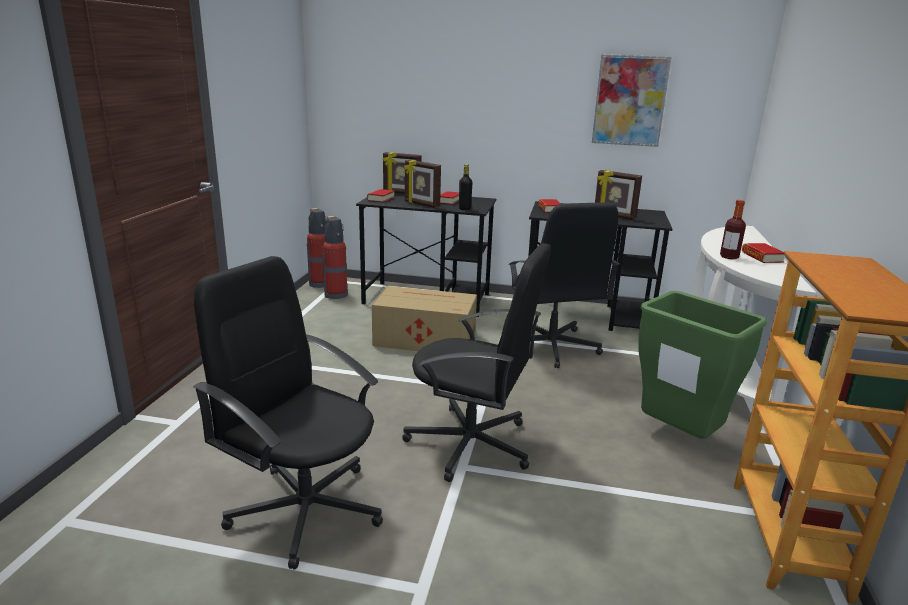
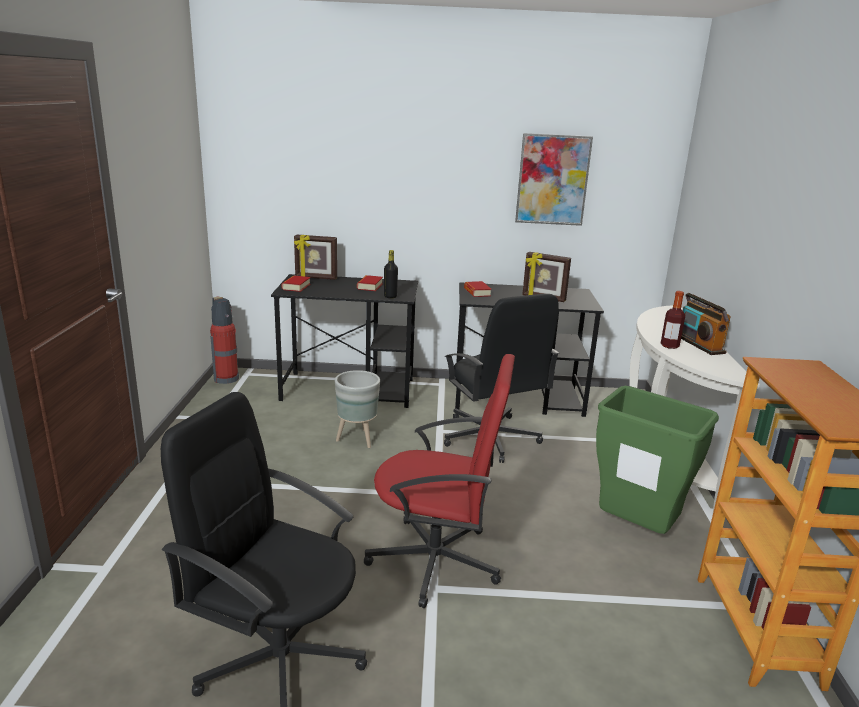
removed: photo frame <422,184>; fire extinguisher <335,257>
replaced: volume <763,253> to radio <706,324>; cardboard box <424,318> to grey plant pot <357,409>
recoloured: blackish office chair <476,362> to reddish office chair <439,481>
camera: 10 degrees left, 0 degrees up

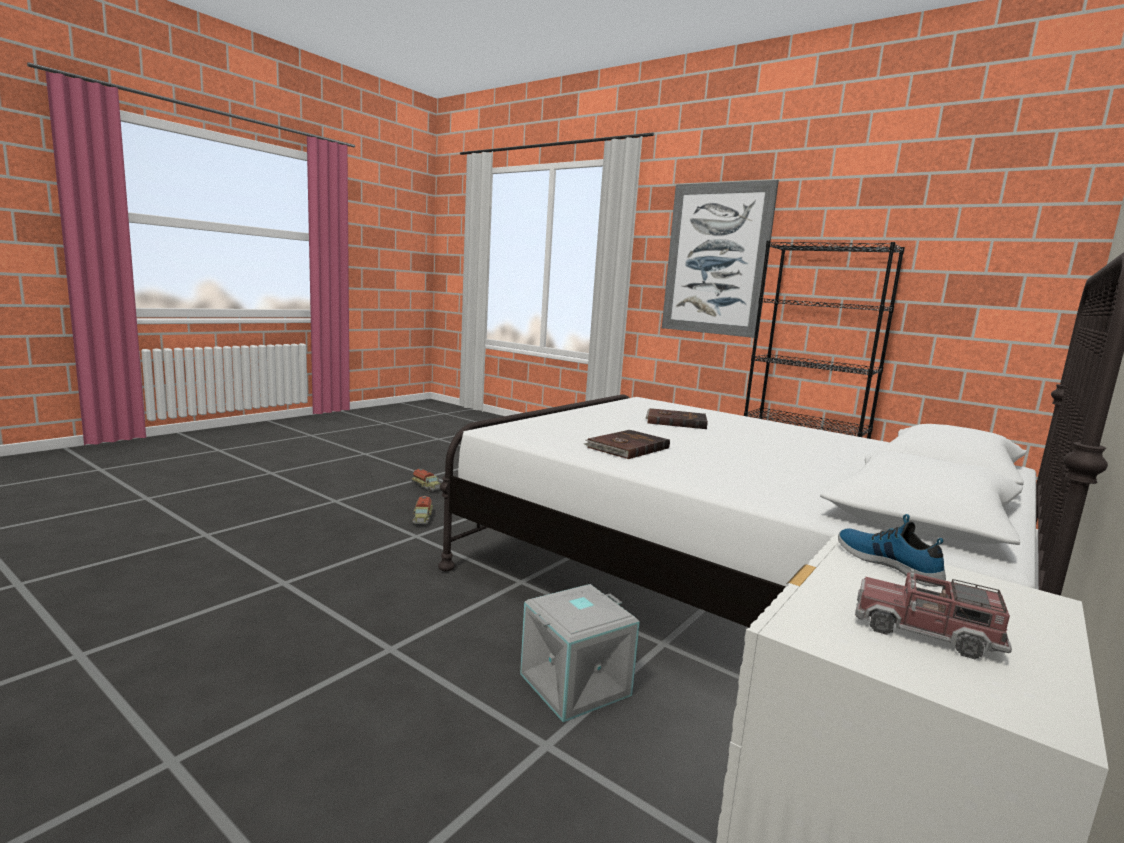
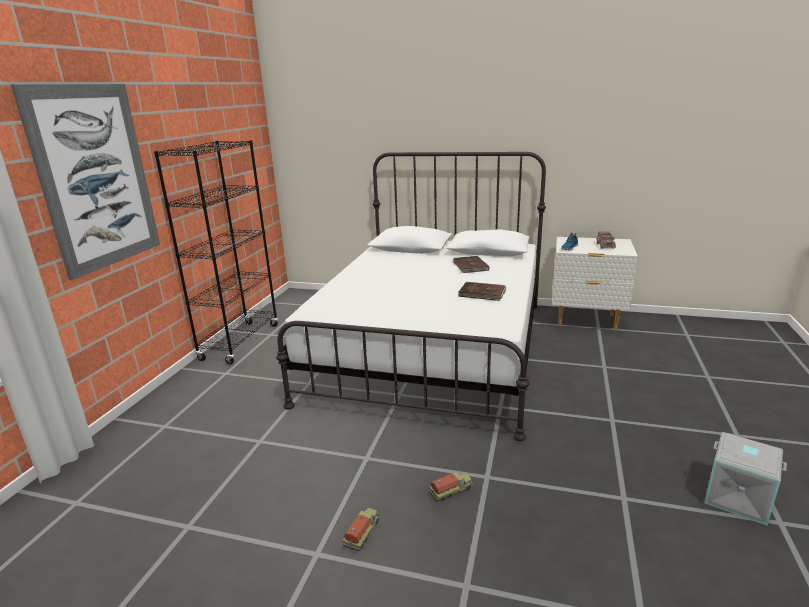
moved: brown volume <676,418> to <471,264>; grey storage bin <580,653> to <745,479>
camera: 110 degrees left, 10 degrees up

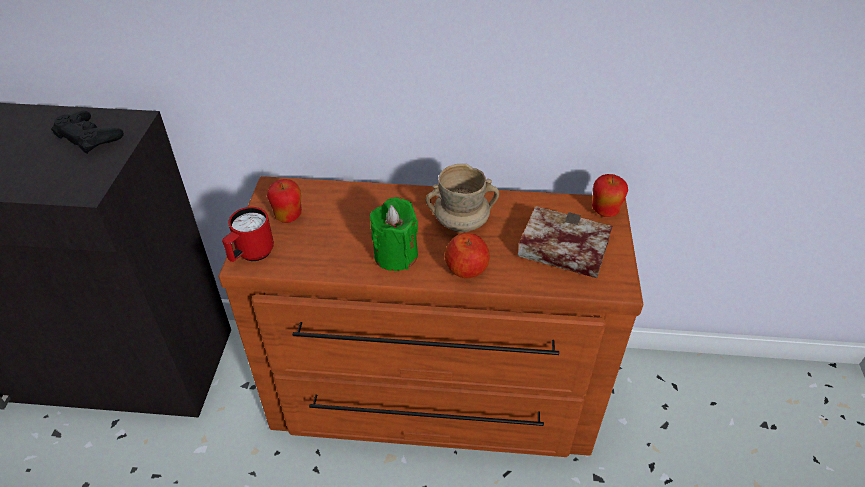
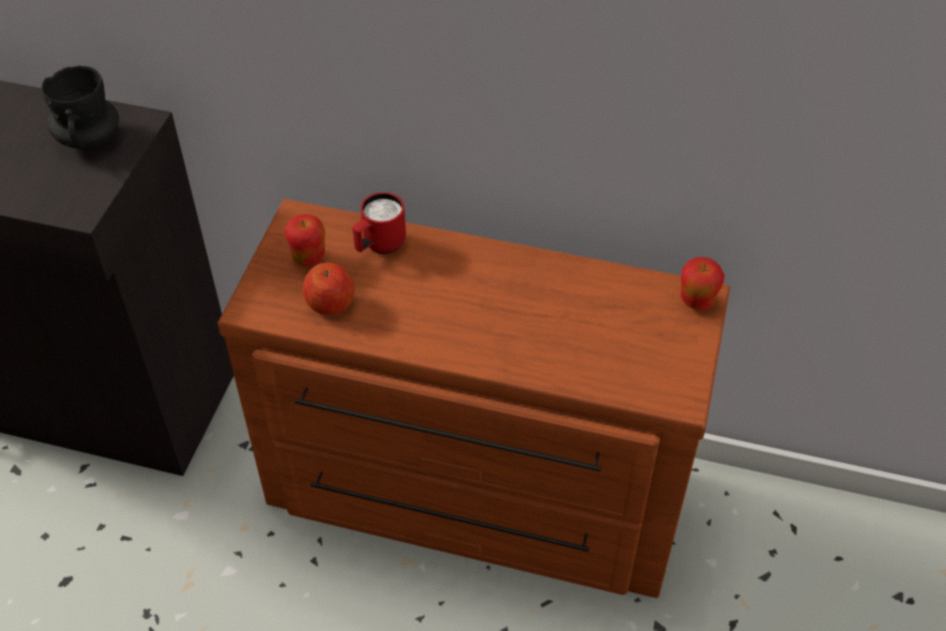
removed: beige-coloured coffee mug <462,198>; green candle <394,234>; volume <565,242>
moved: reddish coffee mug <248,234> to <379,223>; apple <467,255> to <329,289>
replaced: blackish joypad <87,132> to blackish coffee mug <80,107>
camera: 10 degrees right, 5 degrees up

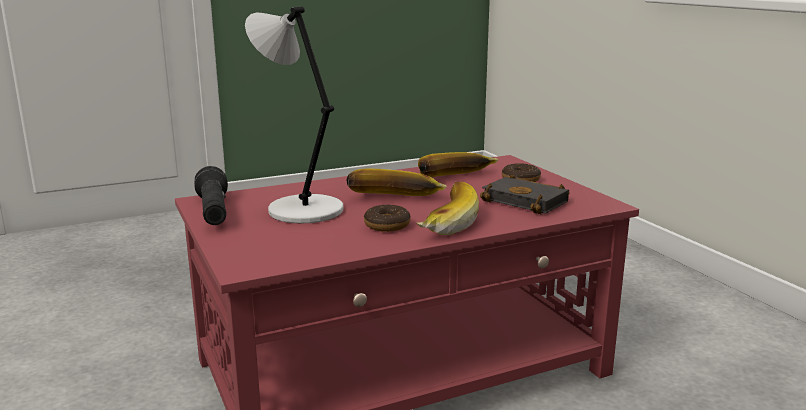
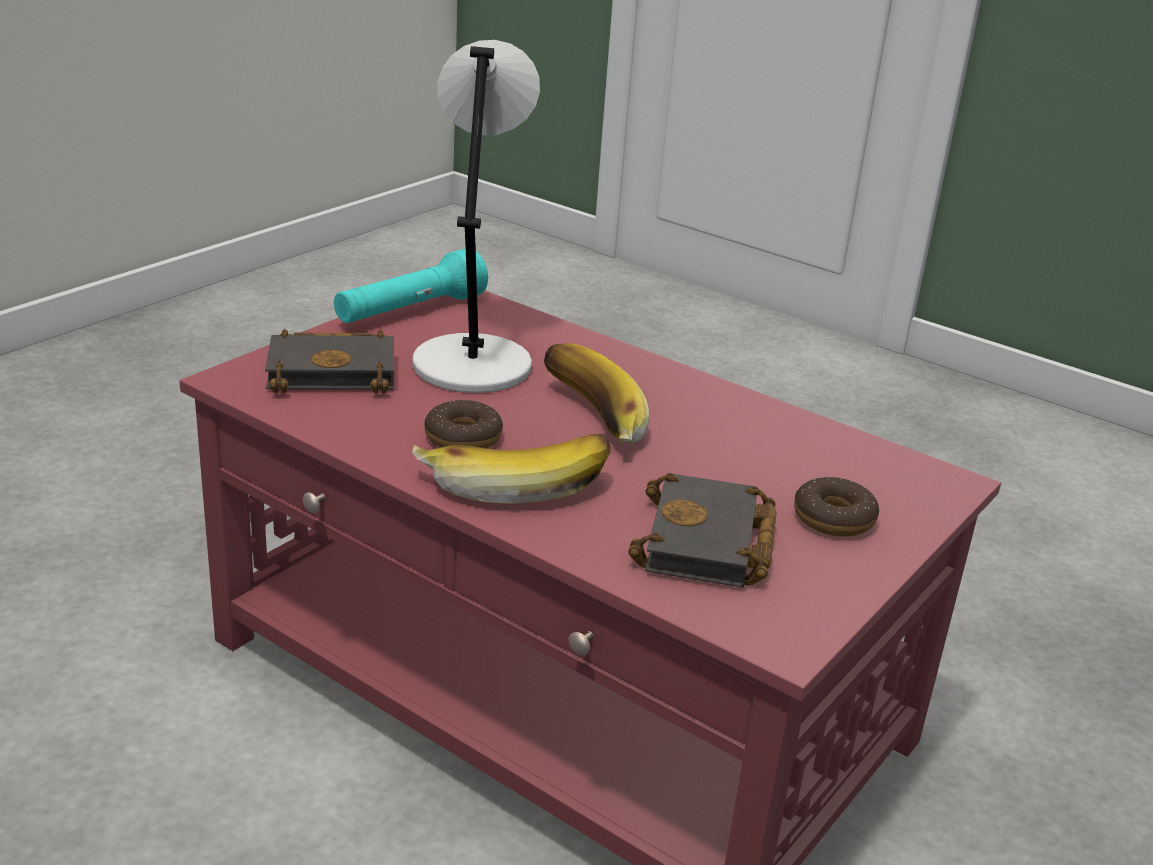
removed: whole banana <458,164>
added: blackish volume <329,361>
recoloured: blackish hand torch <211,195> to blue-green hand torch <411,285>
camera: 60 degrees right, 10 degrees up

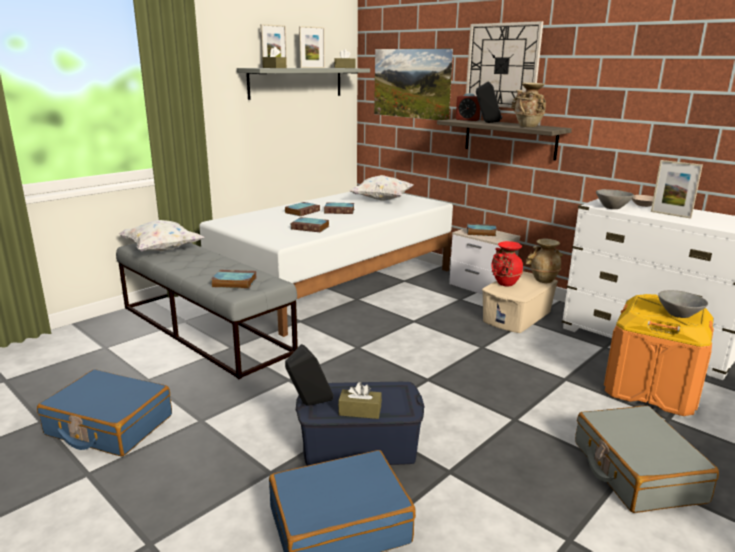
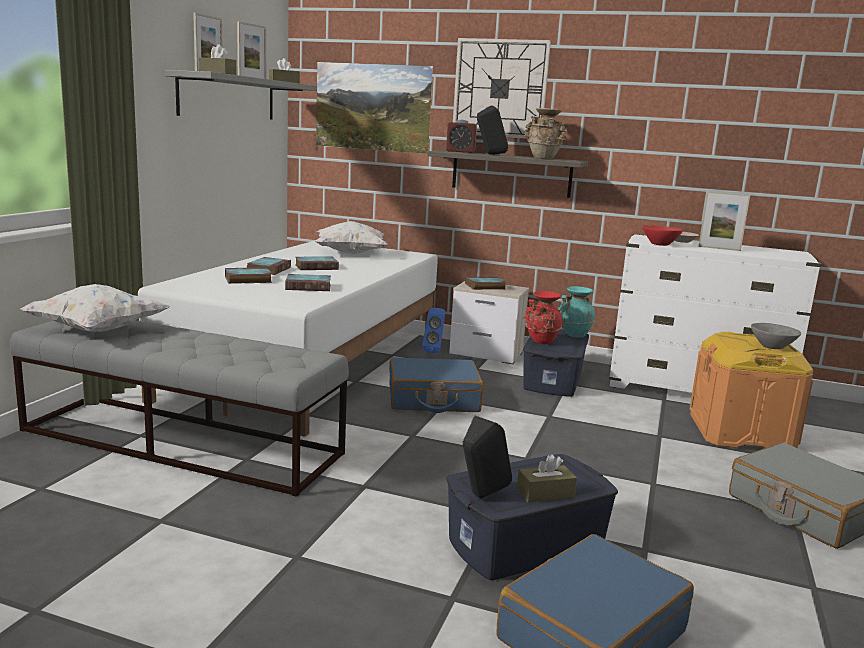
added: bluish audio speaker <433,331>
moved: volume <233,279> to <248,275>; bluish suitcase <104,413> to <436,385>
recoloured: grey deep dish <615,199> to reddish deep dish <662,235>; beige-coloured decorative vase <544,261> to blue-green decorative vase <576,312>; beige-coloured storage bin <520,302> to bluish storage bin <556,363>
camera: 25 degrees left, 5 degrees down

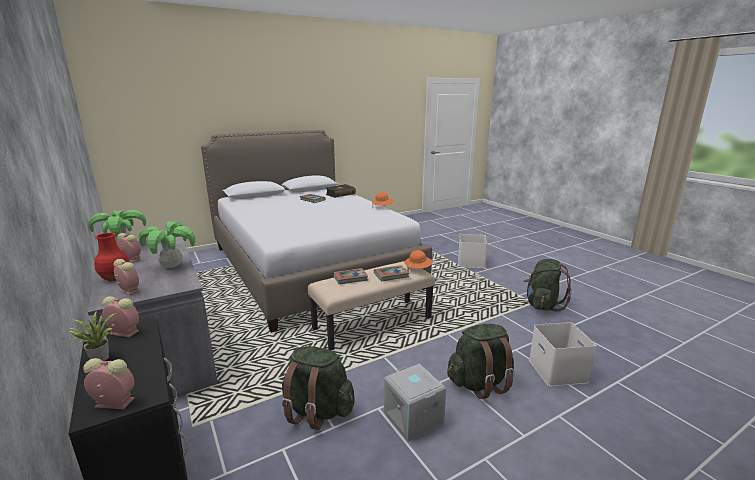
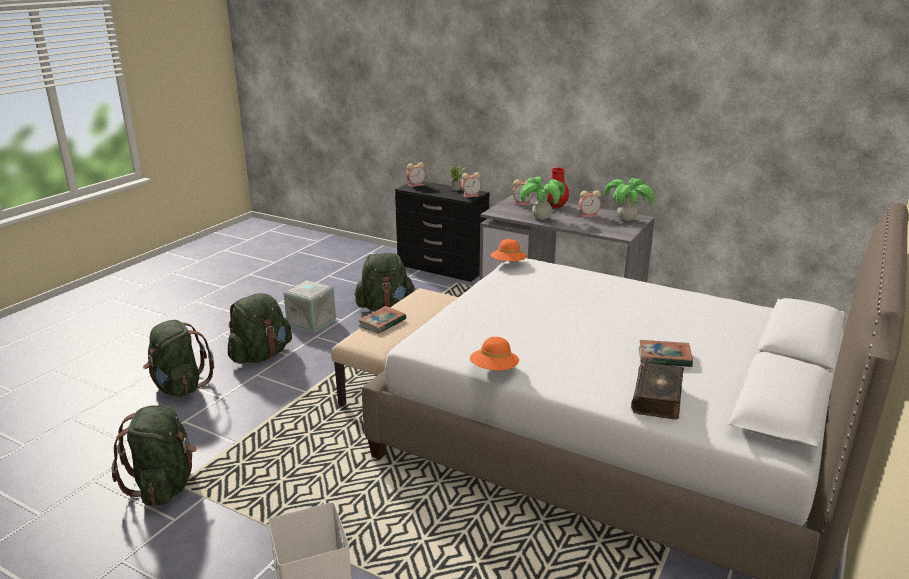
removed: volume <350,276>
moved: orange-coloured clothing hat <418,261> to <509,250>
replaced: white-coloured storage bin <562,354> to green backpack <178,358>
camera: 150 degrees right, 5 degrees up

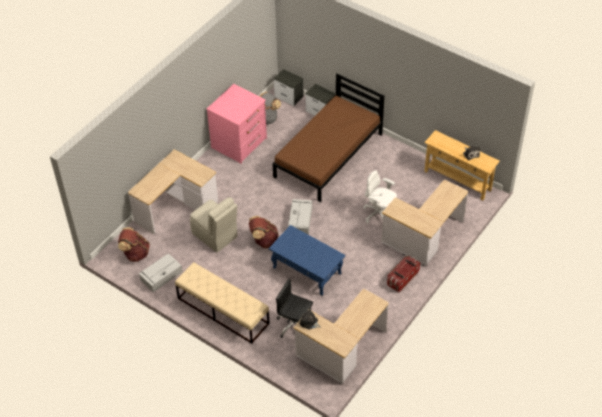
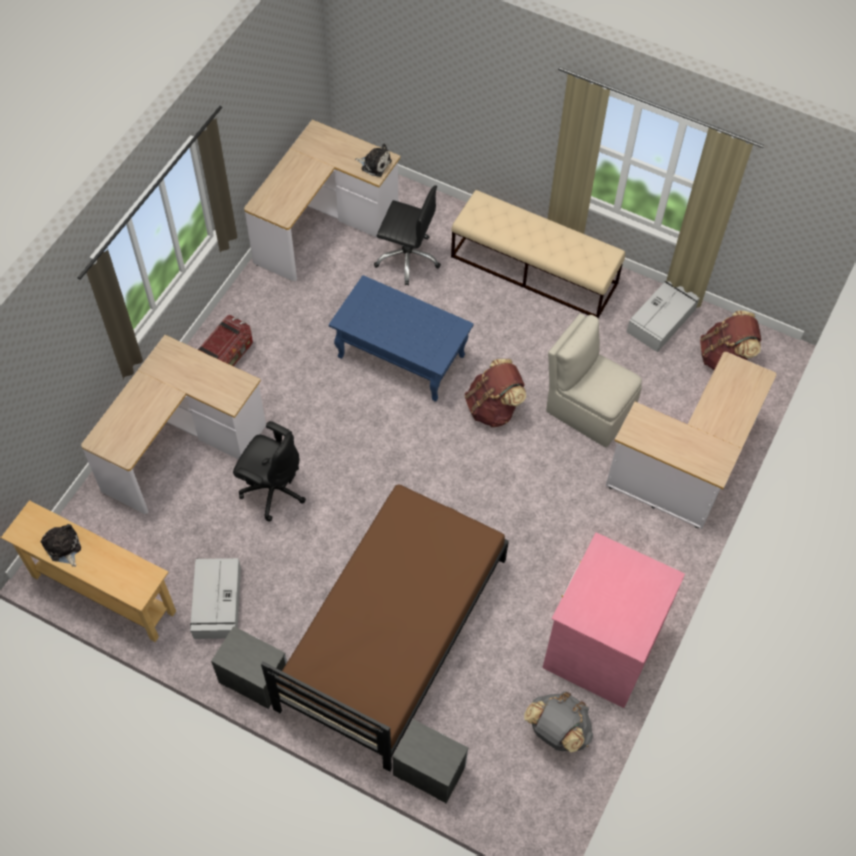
moved: bedside table <288,87> to <249,667>; grey storage bin <300,217> to <215,598>
recoloured: white-coloured office chair <380,196> to blackish office chair <269,471>
camera: 170 degrees right, 10 degrees up

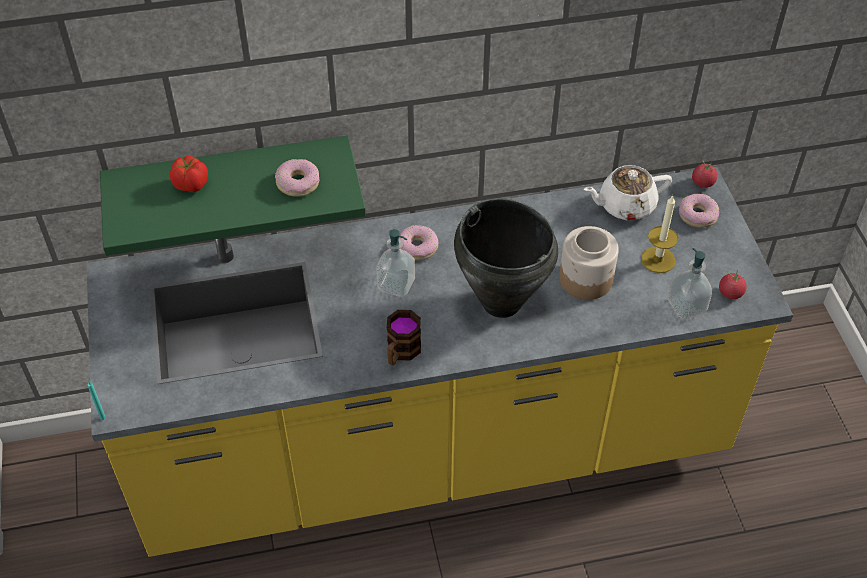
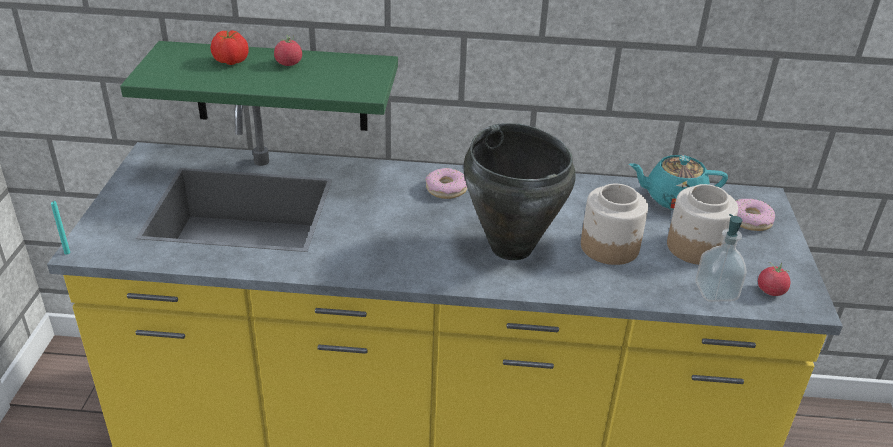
removed: ring doughnut <297,178>; liquid soap bottle <395,263>; coffee mug <404,337>
moved: whole tomato <704,174> to <288,50>
replaced: candle <659,234> to jar <702,224>
recoloured: white-coloured pot for tea <628,192> to blue-green pot for tea <678,182>
camera: 15 degrees right, 15 degrees down

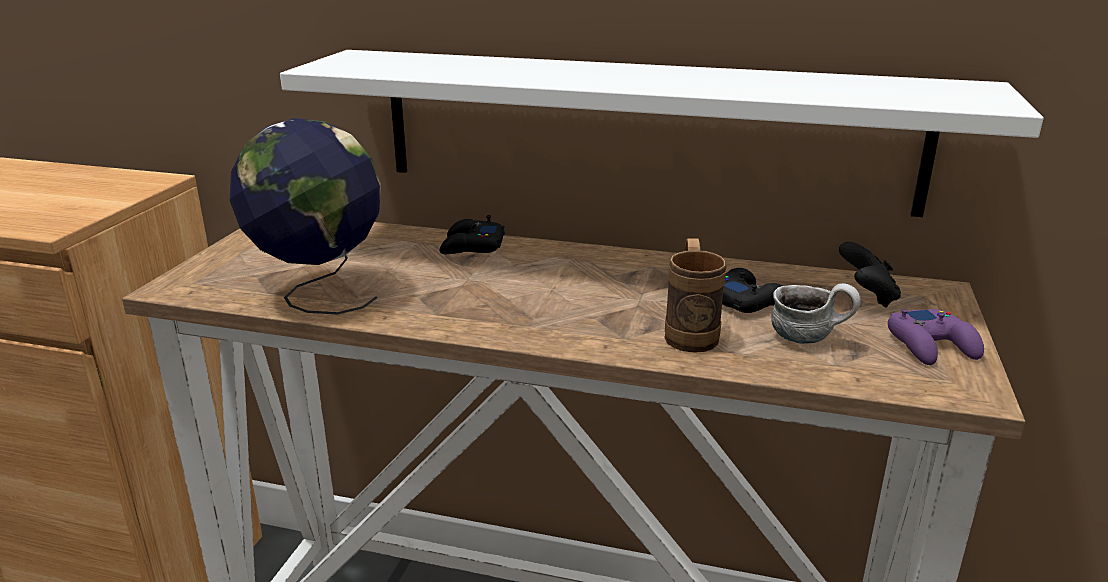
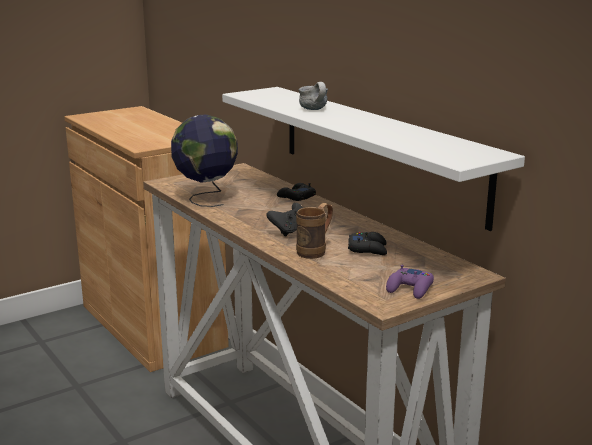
moved: blackish joypad <870,275> to <284,220>; coffee mug <816,313> to <313,96>
camera: 40 degrees right, 5 degrees down

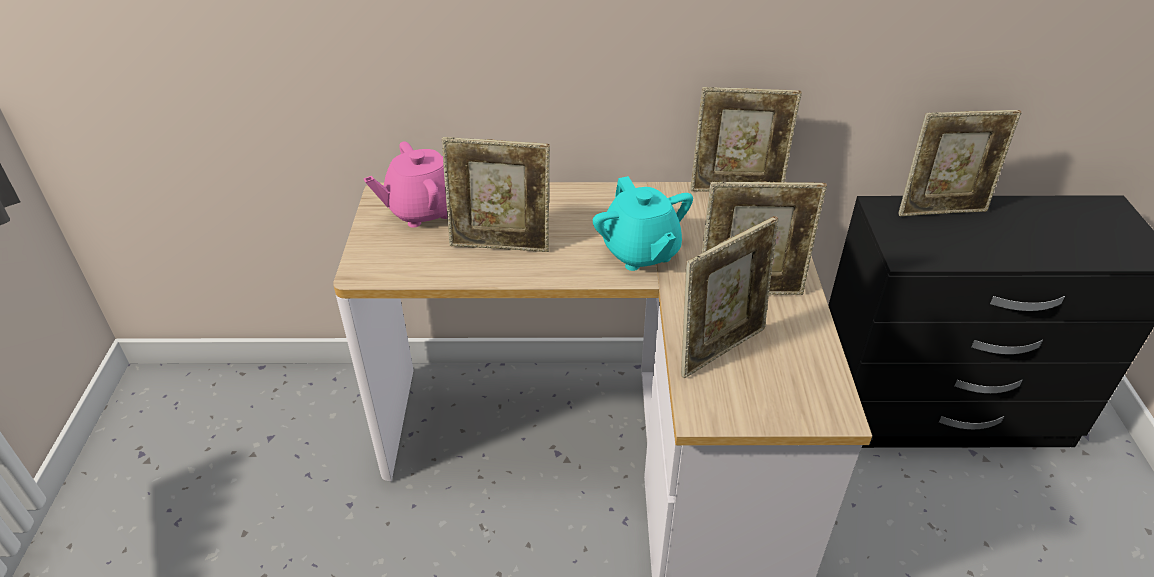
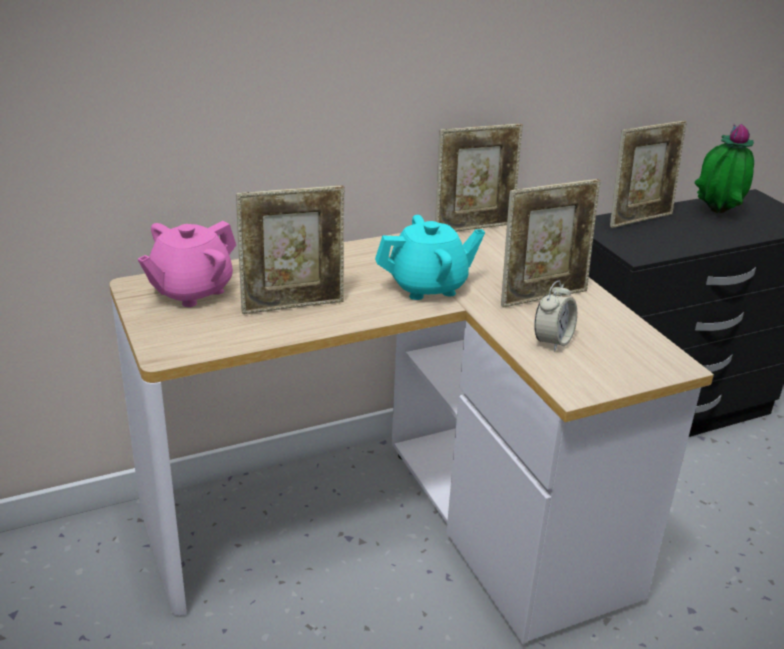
added: potted plant <724,168>
replaced: photo frame <730,297> to alarm clock <555,316>
turned: blue-green pot for tea <643,223> = <430,257> 60 degrees counterclockwise
camera: 25 degrees left, 10 degrees down

